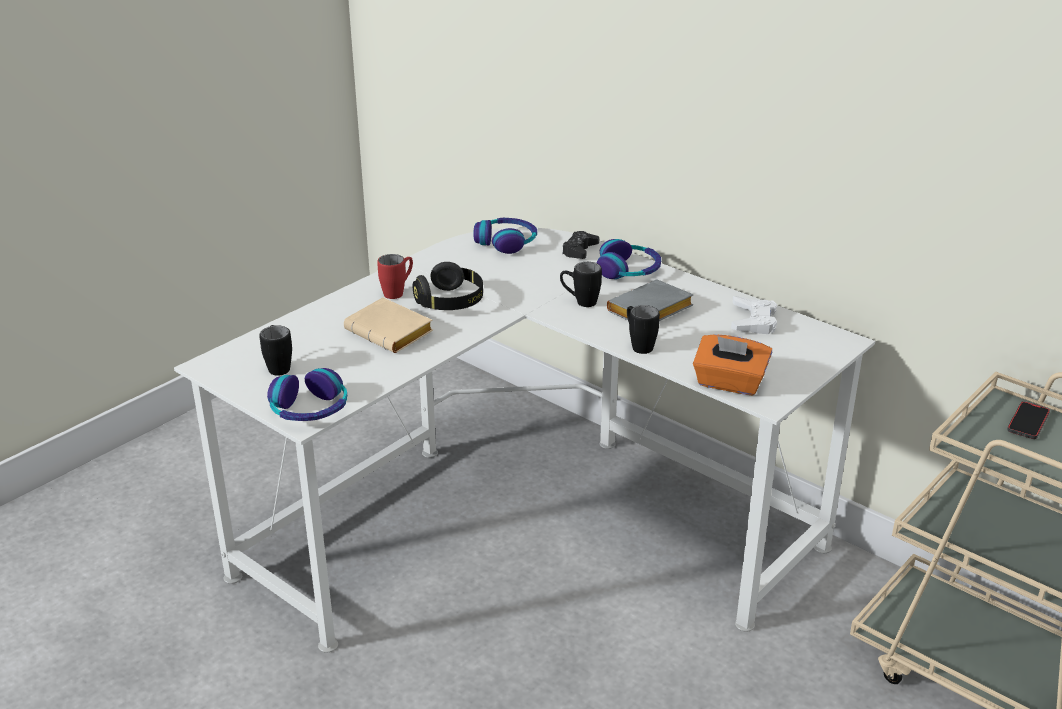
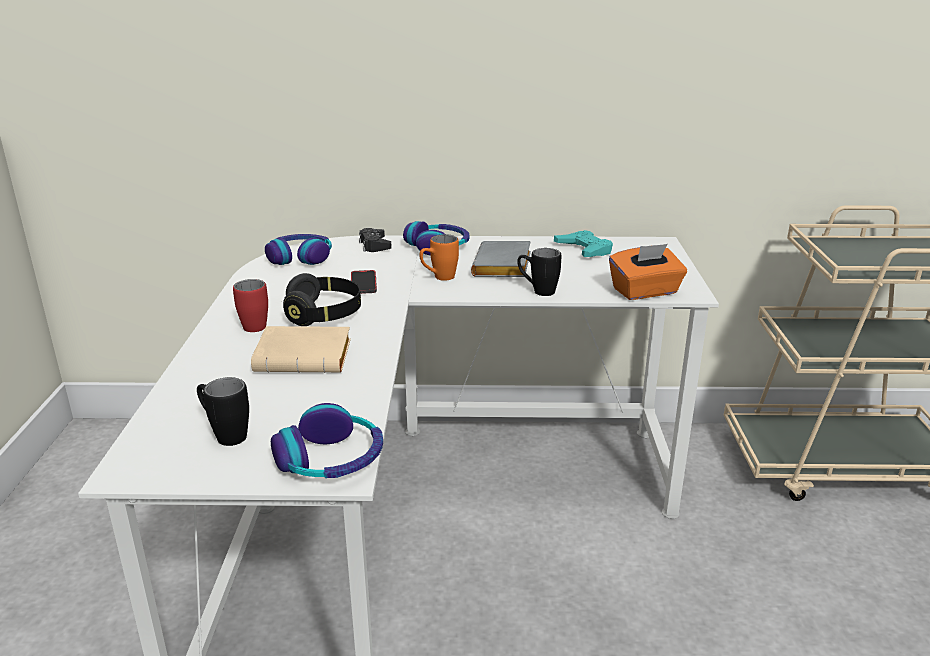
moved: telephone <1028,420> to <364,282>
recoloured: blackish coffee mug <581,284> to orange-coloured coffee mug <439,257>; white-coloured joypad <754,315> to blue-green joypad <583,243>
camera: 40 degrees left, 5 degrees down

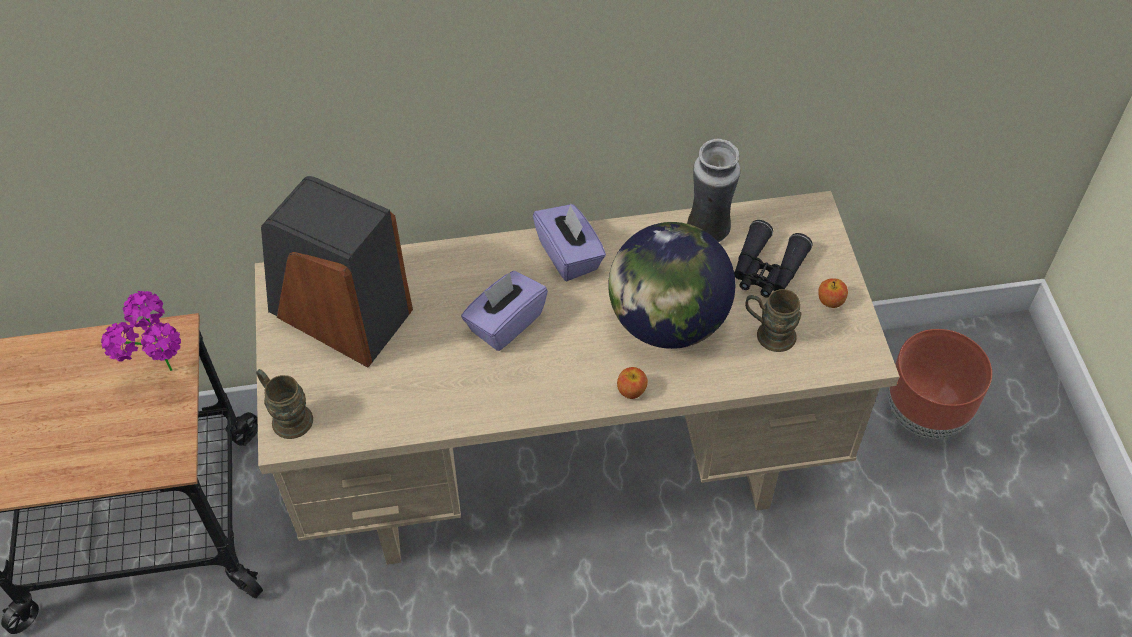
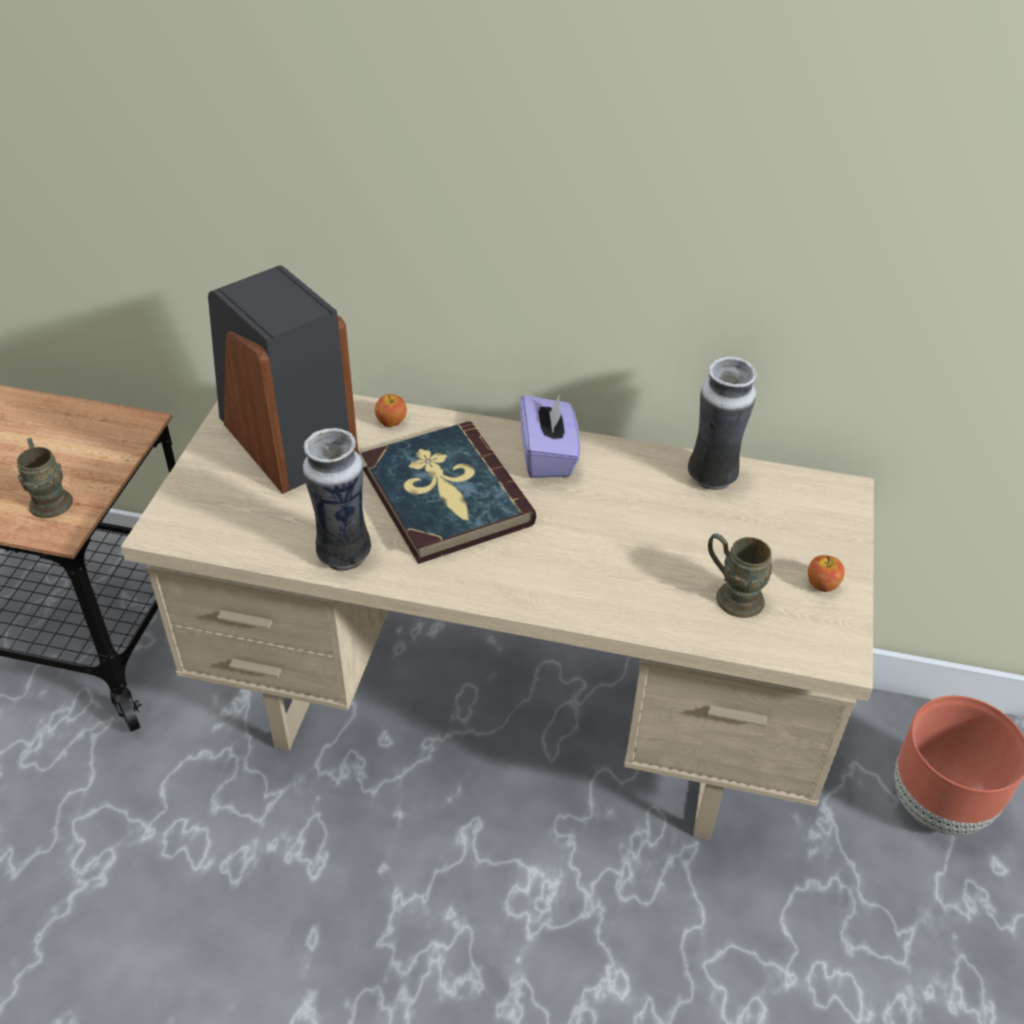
removed: blackish field glasses <773,259>; desk globe <671,285>; potted plant <141,331>
added: decorative vase <337,499>
moved: apple <632,383> to <391,410>; brown coffee mug <284,404> to <45,478>
replaced: purplish box of tissues <504,311> to volume <449,492>
camera: 20 degrees right, 10 degrees down

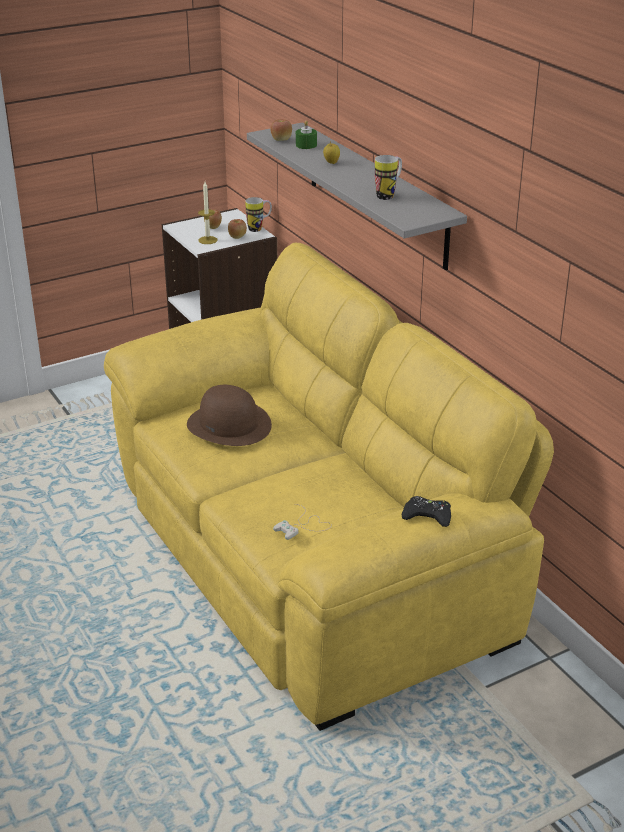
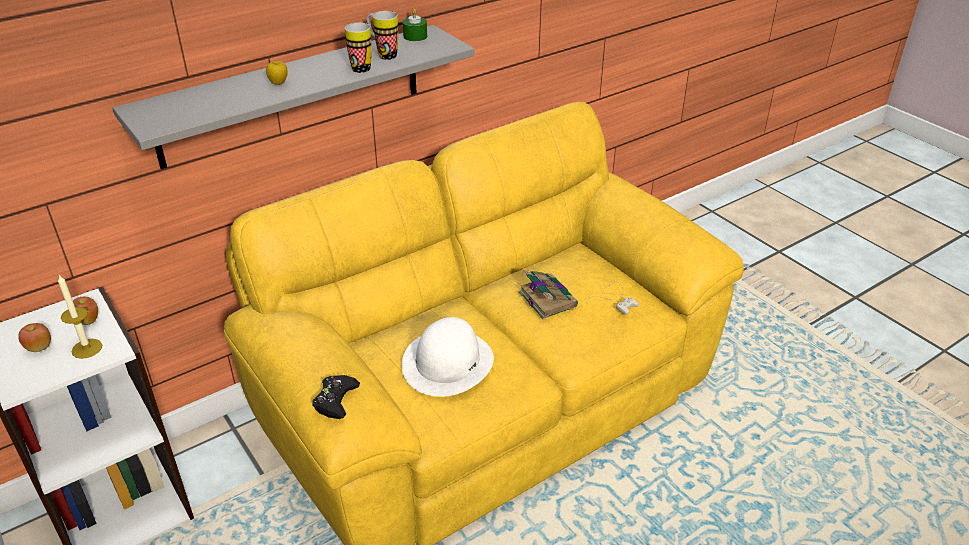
removed: apple <281,130>
added: volume <548,294>
moved: green candle <306,134> to <415,25>; coffee mug <258,214> to <358,48>; blackish joypad <426,511> to <336,397>
recoloured: brown clothing hat <229,415> to white-coloured clothing hat <448,357>
camera: 95 degrees left, 5 degrees up

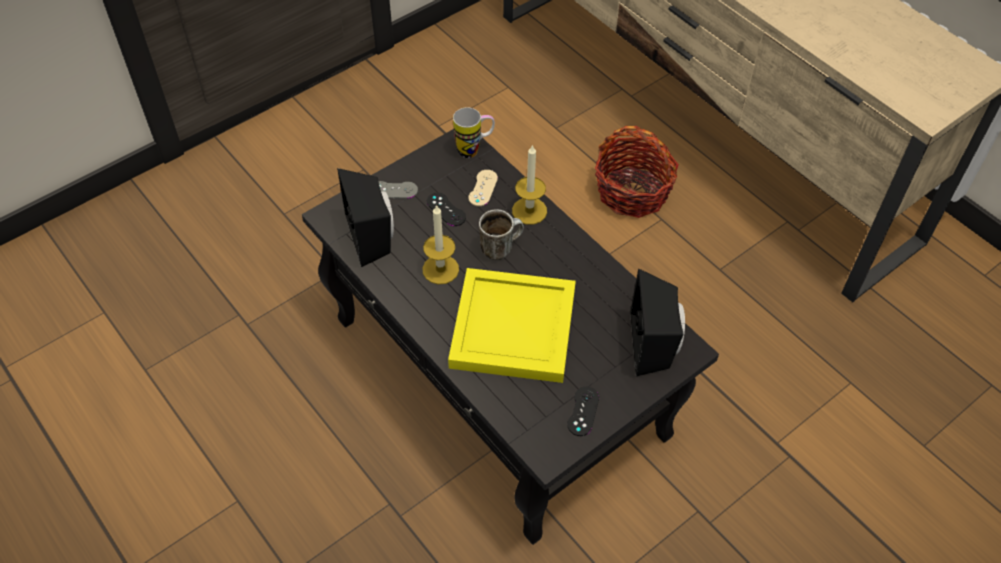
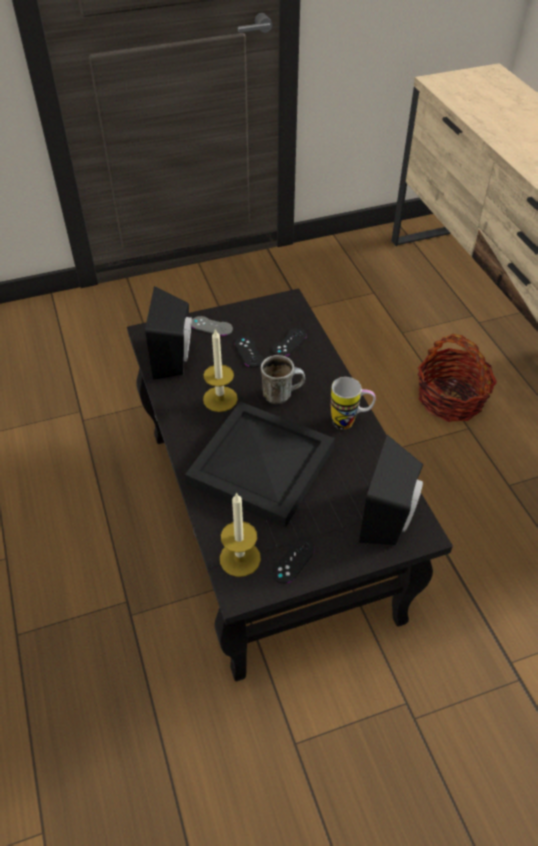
moved: coffee mug <474,132> to <353,403>; candle <529,184> to <240,534>
recoloured: beige-coloured joypad <483,188> to blackish joypad <289,342>; yellow-coloured carrying tray <512,325> to blackish carrying tray <260,465>
camera: 20 degrees right, 5 degrees down

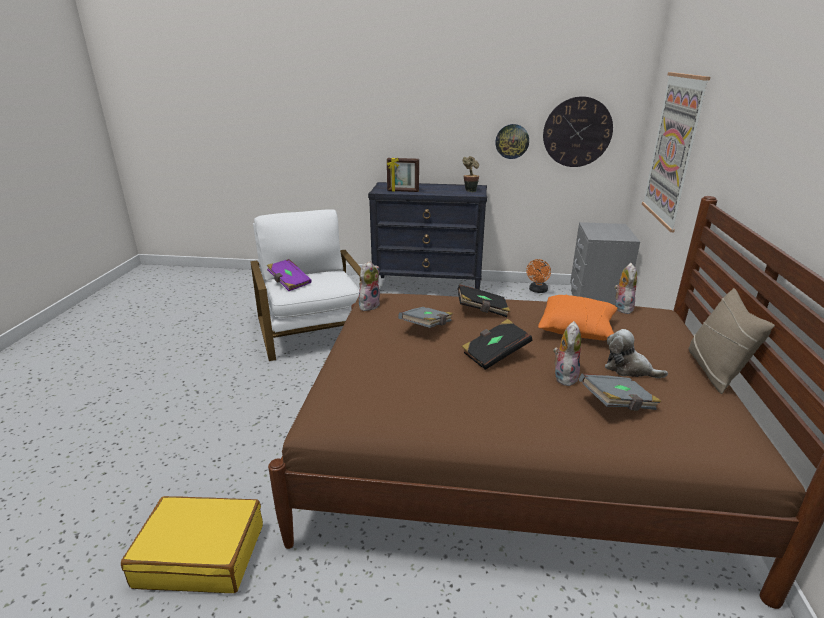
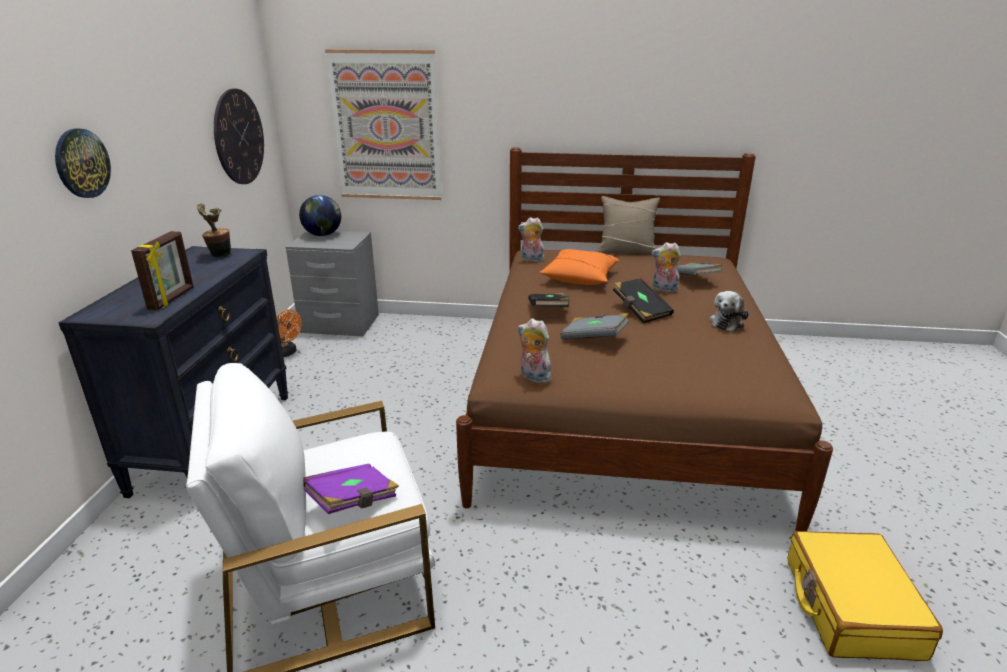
added: desk globe <320,215>
moved: wall clock <512,141> to <83,163>; cuddly toy <636,353> to <729,311>
camera: 90 degrees left, 0 degrees up

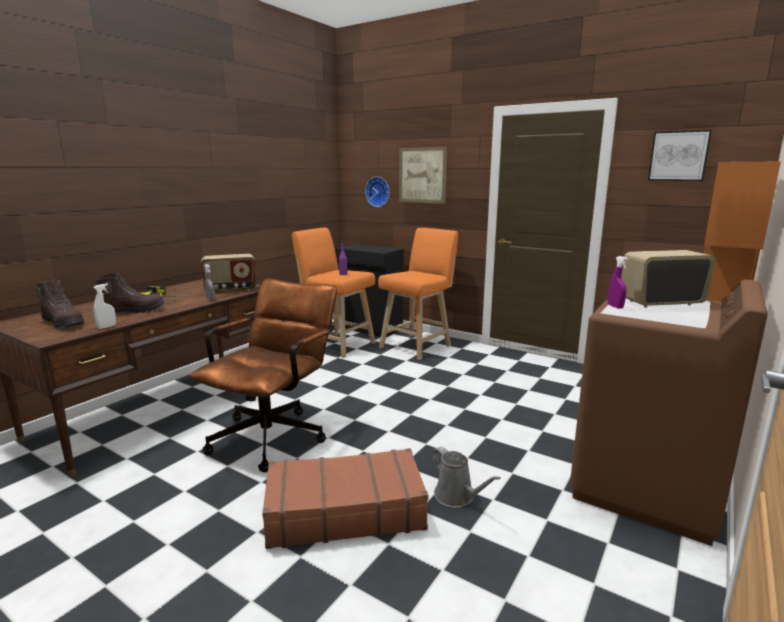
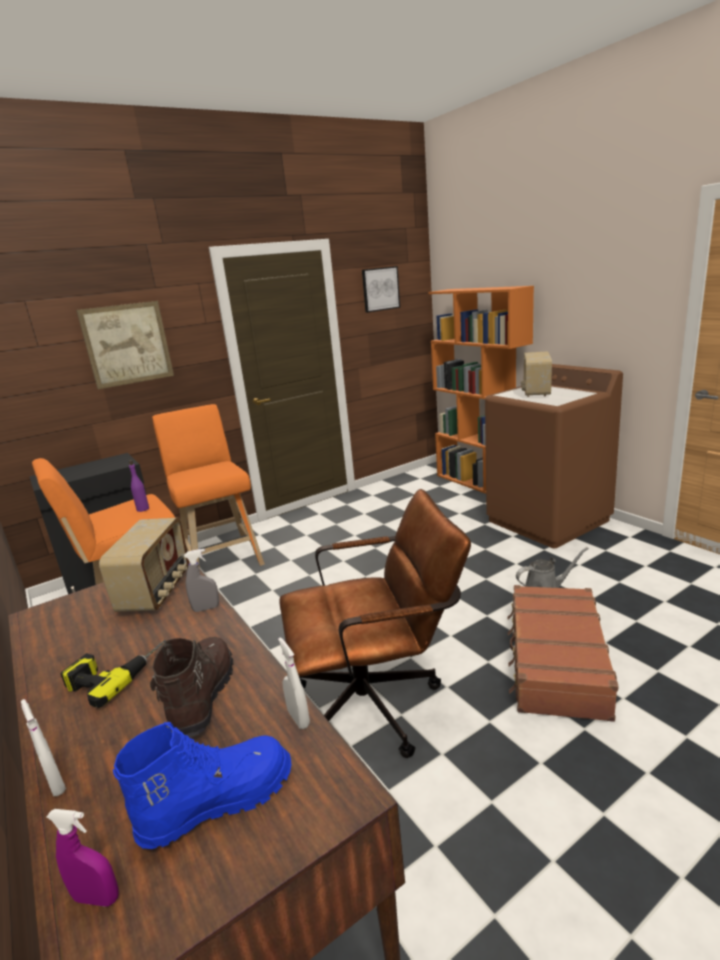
removed: wall clock <377,192>
added: white-coloured spray bottle <43,747>
moved: purplish spray bottle <618,282> to <83,858>
recoloured: brown high-top boot <60,304> to bluish high-top boot <202,785>
turned: brown office chair <263,375> = <375,623> 120 degrees clockwise
camera: 65 degrees left, 5 degrees up

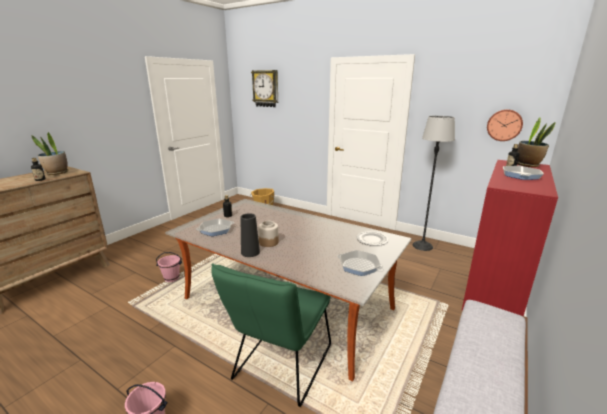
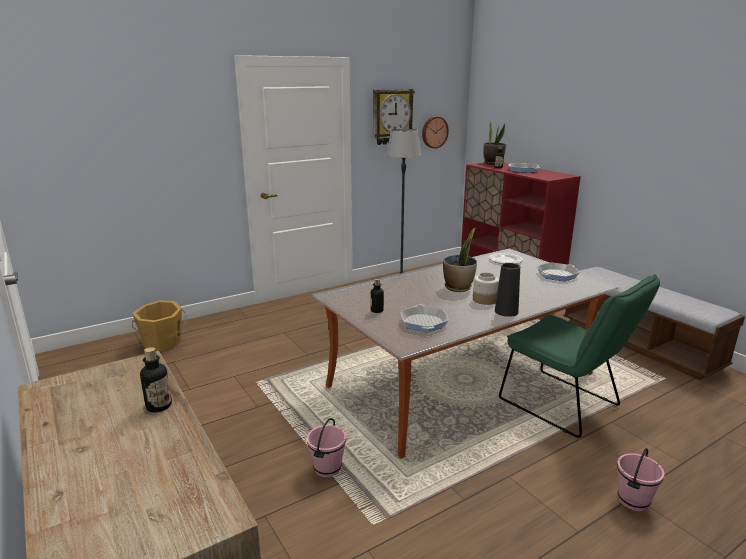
moved: wall clock <264,88> to <394,117>; potted plant <49,153> to <460,259>
camera: 65 degrees left, 0 degrees up

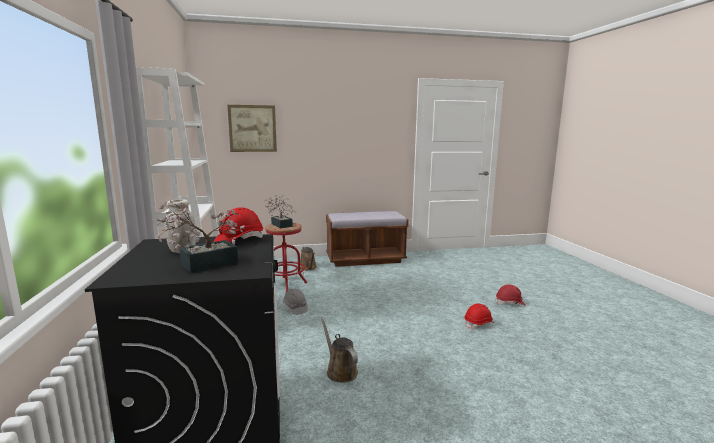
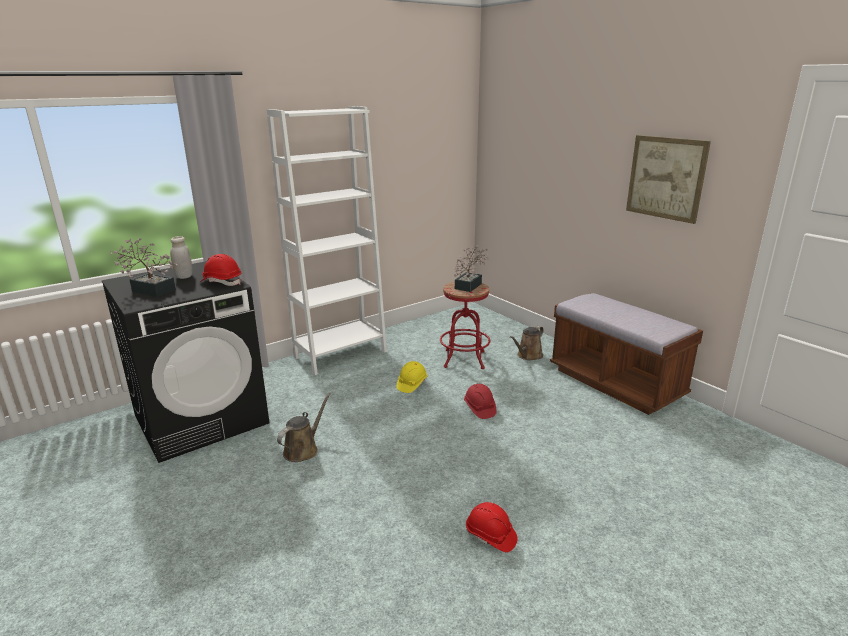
moved: wall picture <252,128> to <668,179>; reddish work helmet <510,294> to <480,401>
recoloured: grey work helmet <295,301> to yellow-coloured work helmet <412,377>
camera: 65 degrees right, 10 degrees up

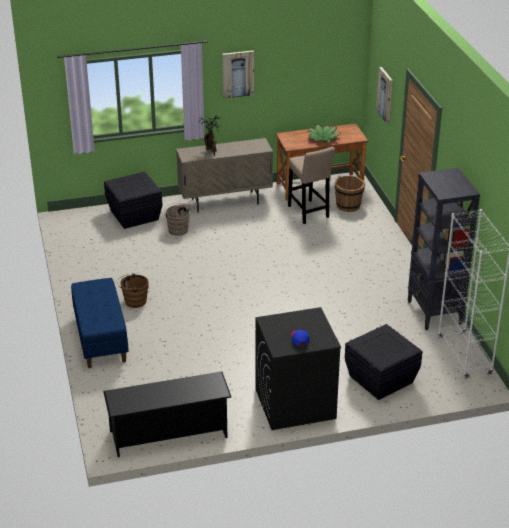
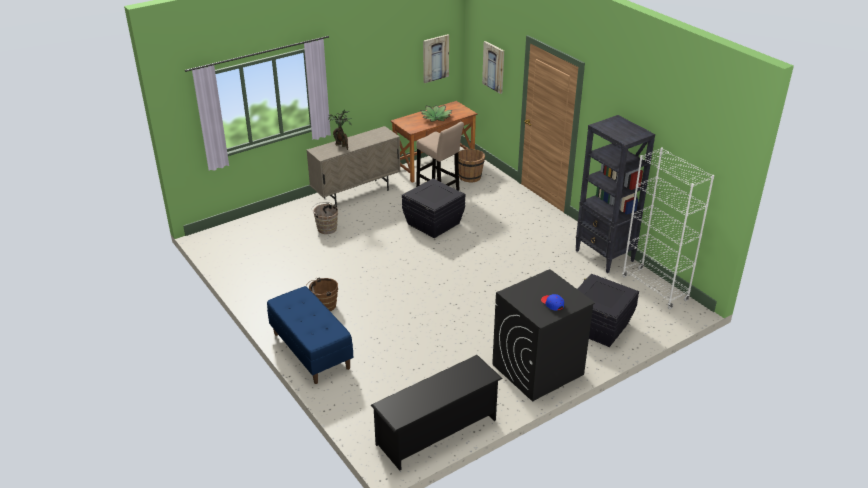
moved: wall picture <238,74> to <436,58>; blackish storage bin <133,200> to <433,208>
camera: 20 degrees left, 0 degrees up

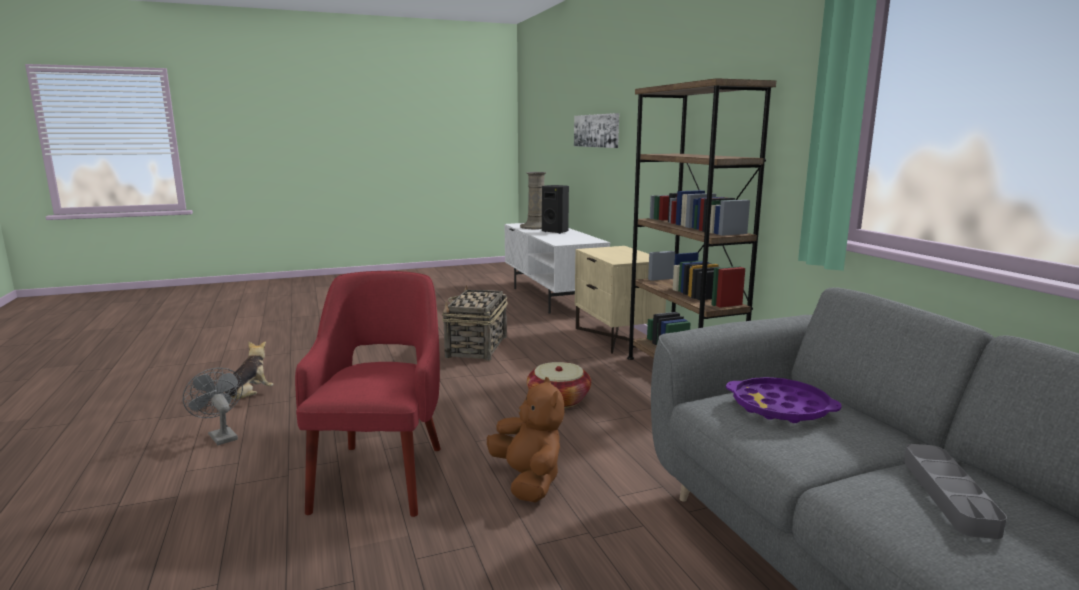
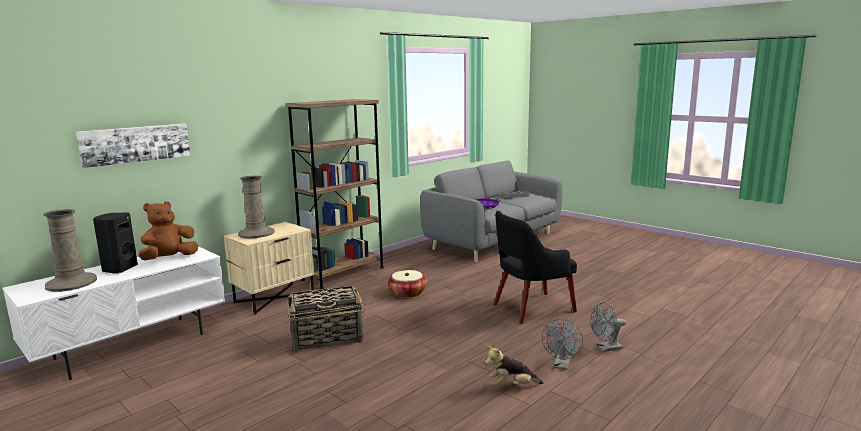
added: beige-coloured decorative vase <256,206>; grey fan <608,327>
moved: brown cuddly toy <526,440> to <168,230>
recoloured: reddish armchair <368,394> to blackish armchair <535,267>
camera: 115 degrees left, 0 degrees up

